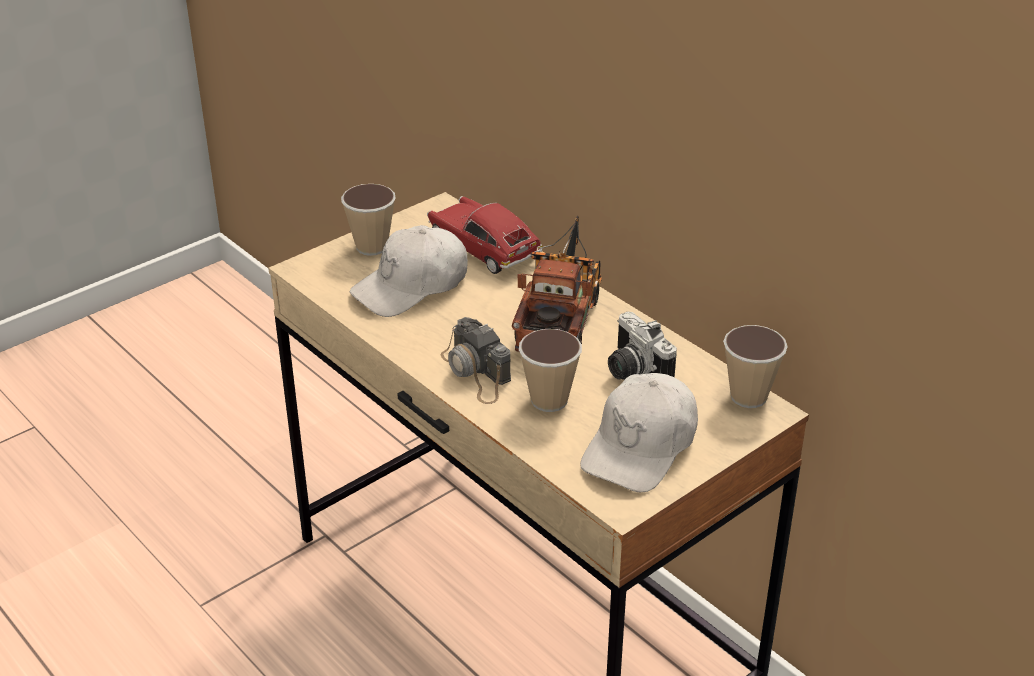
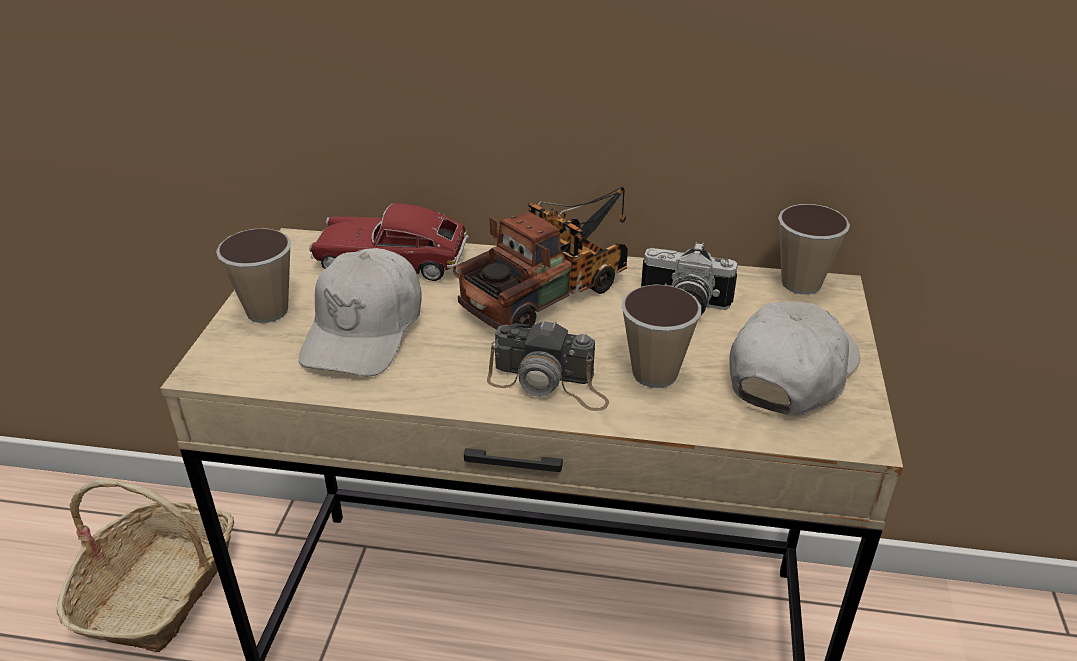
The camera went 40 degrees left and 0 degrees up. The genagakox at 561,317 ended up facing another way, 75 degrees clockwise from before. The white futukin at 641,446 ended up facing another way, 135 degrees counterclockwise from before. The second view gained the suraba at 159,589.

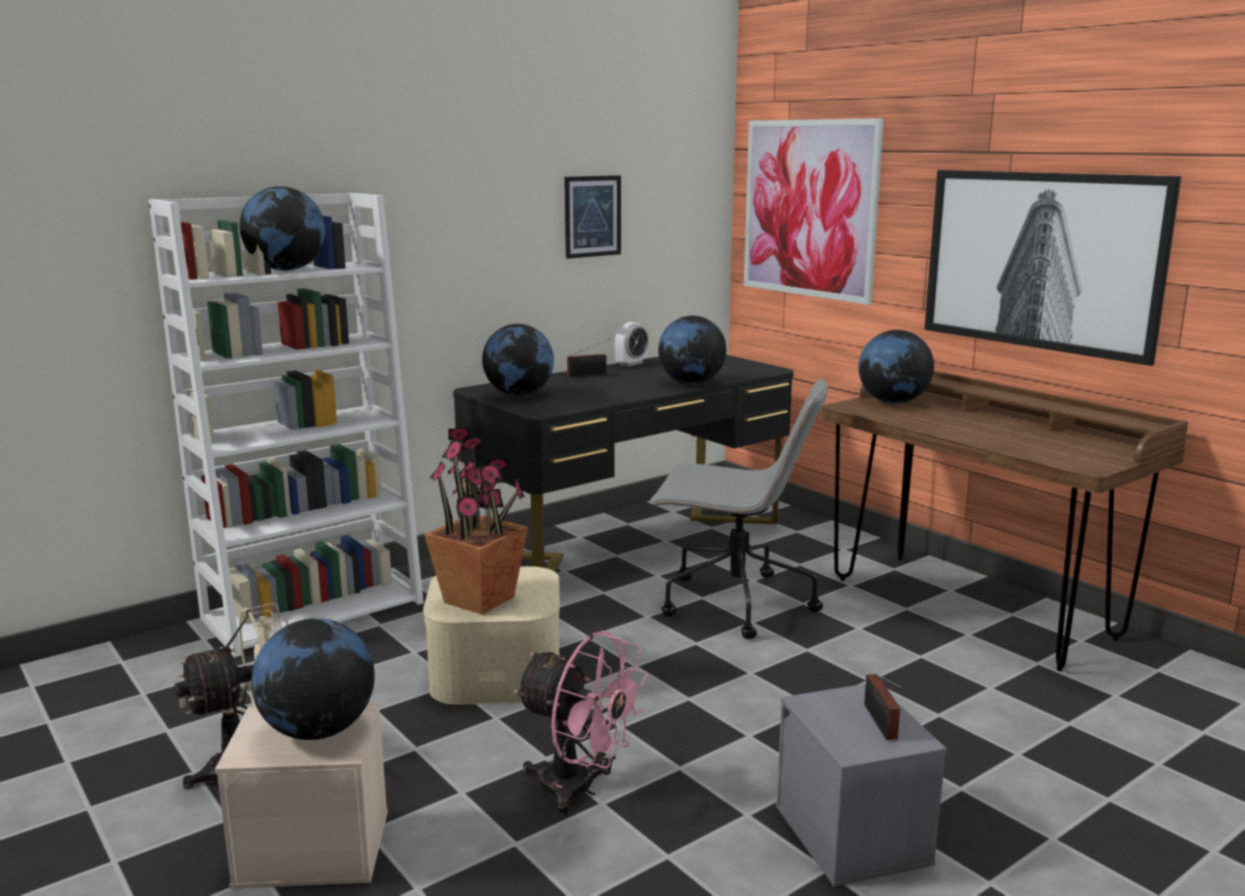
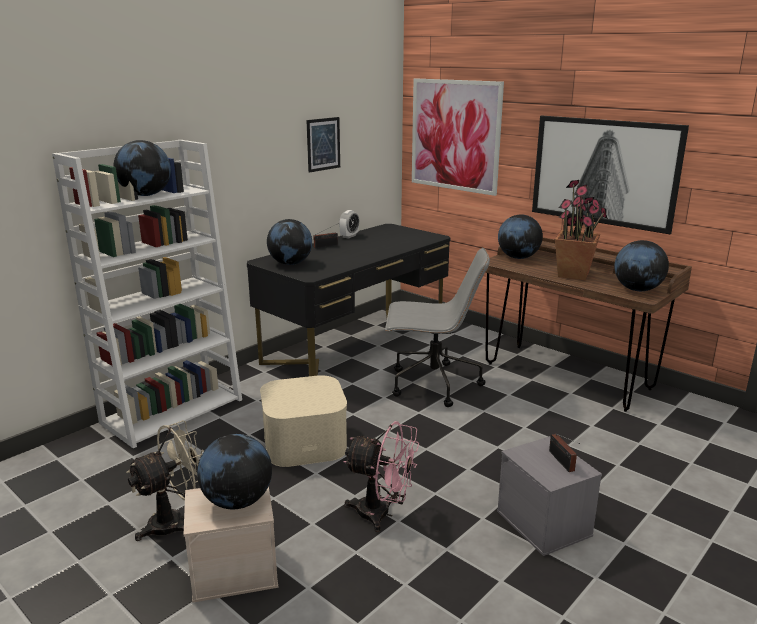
The camera went 10 degrees left and 5 degrees up. The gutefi ended up elsewhere, having gone from 480,600 to 574,274. The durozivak ended up elsewhere, having gone from 691,383 to 637,289.

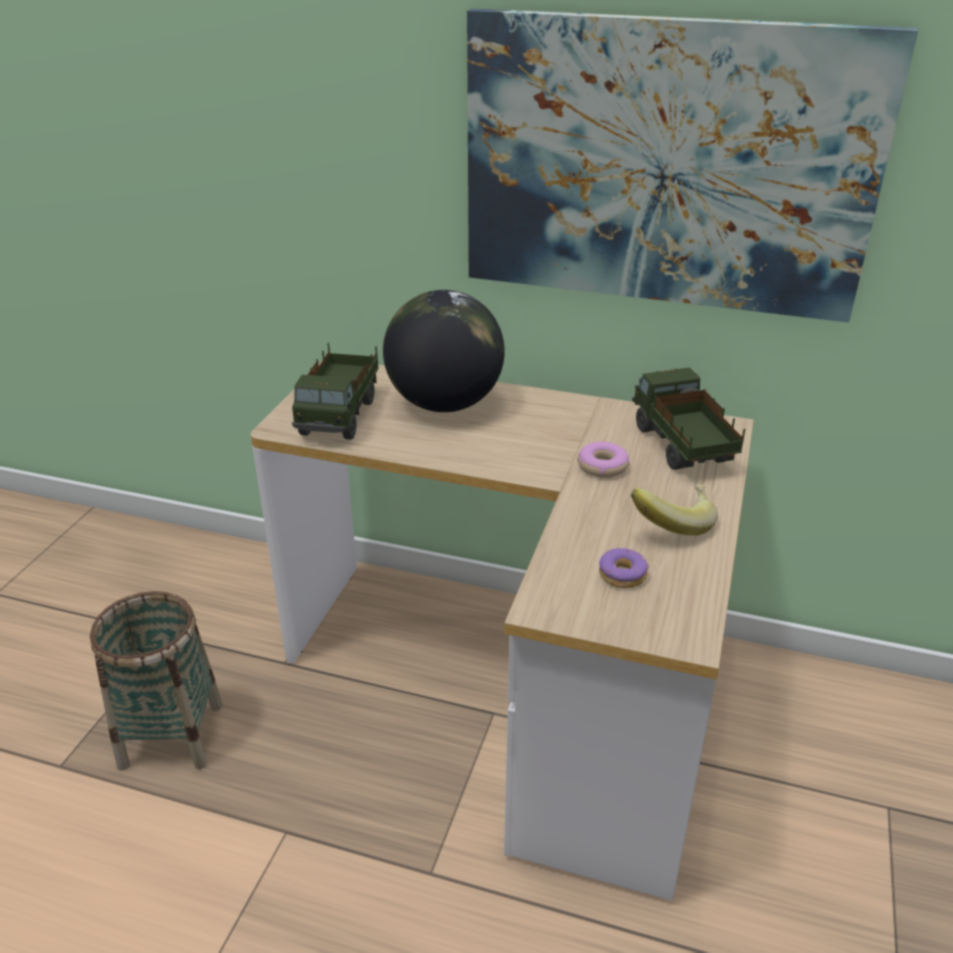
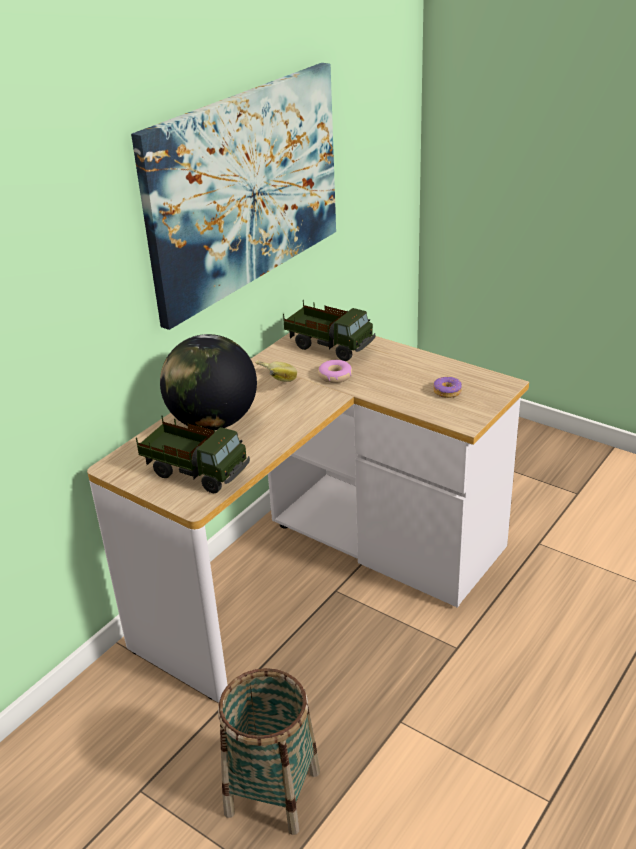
The camera went 70 degrees left and 0 degrees up. The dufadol ended up elsewhere, having gone from 672,522 to 272,384. The genagakox at 680,447 ended up facing another way, 150 degrees counterclockwise from before.

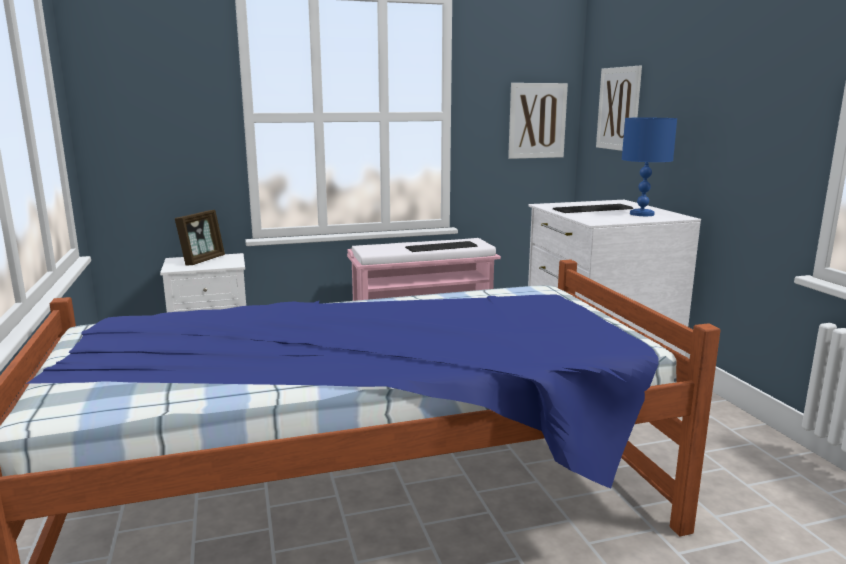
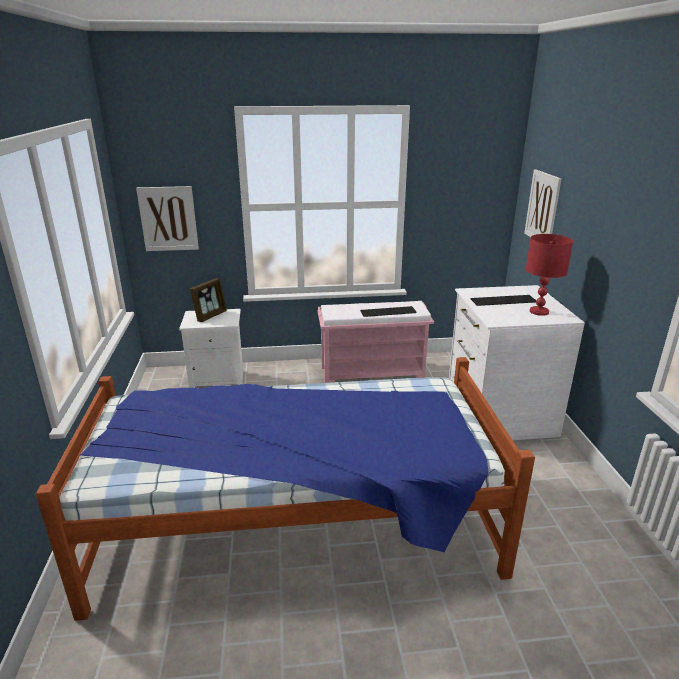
The camera went 10 degrees right and 10 degrees up. The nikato ended up elsewhere, having gone from 537,121 to 168,219. What was the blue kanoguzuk at 641,214 turned into the red kanoguzuk at 539,311.

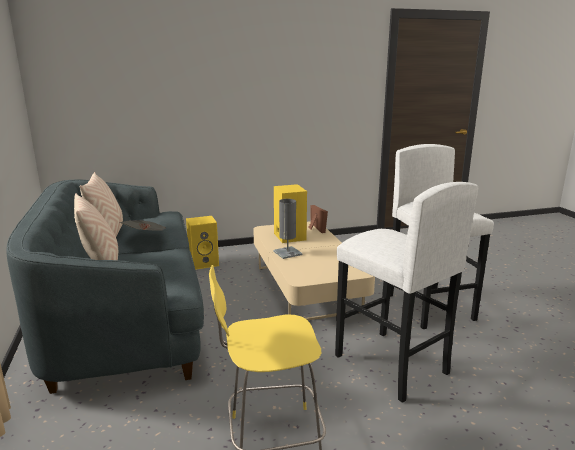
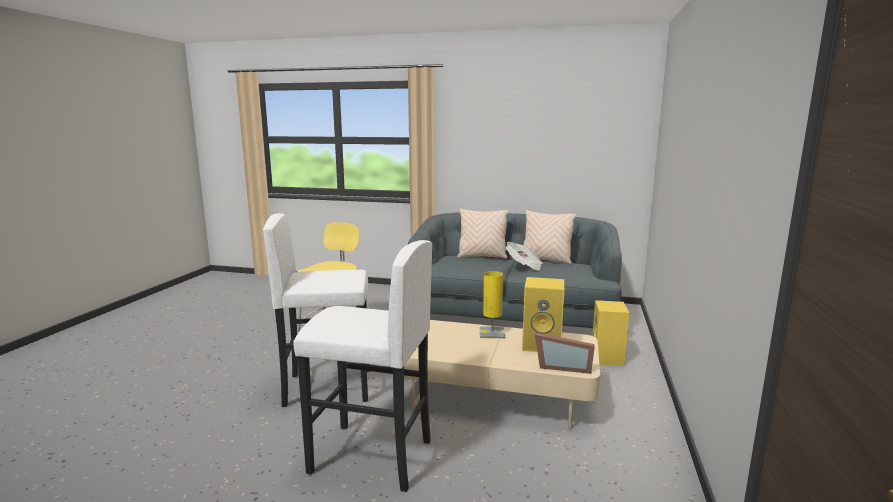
The camera went 120 degrees right and 5 degrees down. What was the grey kanoguzuk at 287,253 turned into the yellow kanoguzuk at 492,333.

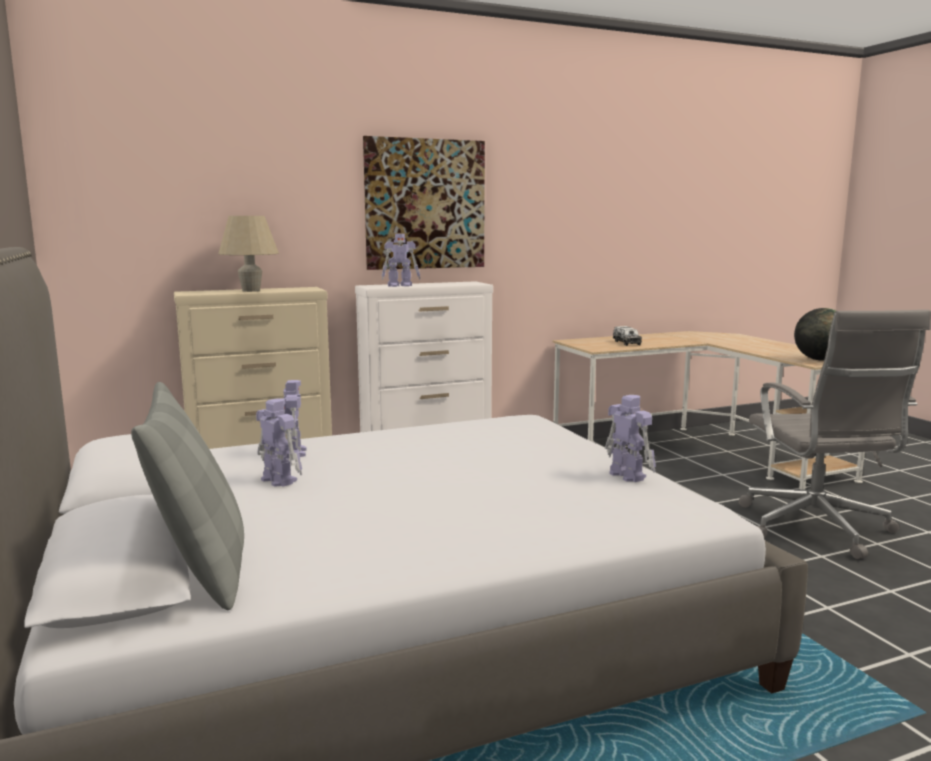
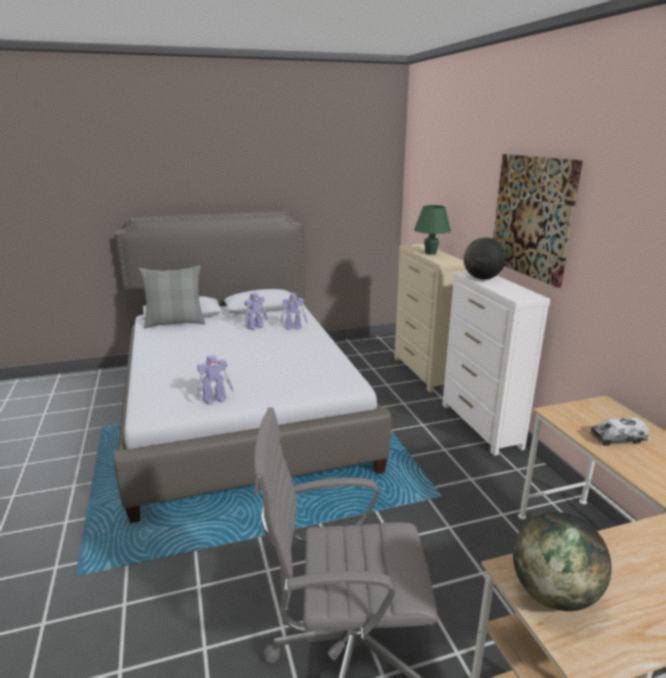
The camera went 95 degrees right and 10 degrees up. What was the beige kanoguzuk at 251,290 turned into the green kanoguzuk at 430,253. Where the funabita stood at 400,285, the durozivak came to stand at 482,278.

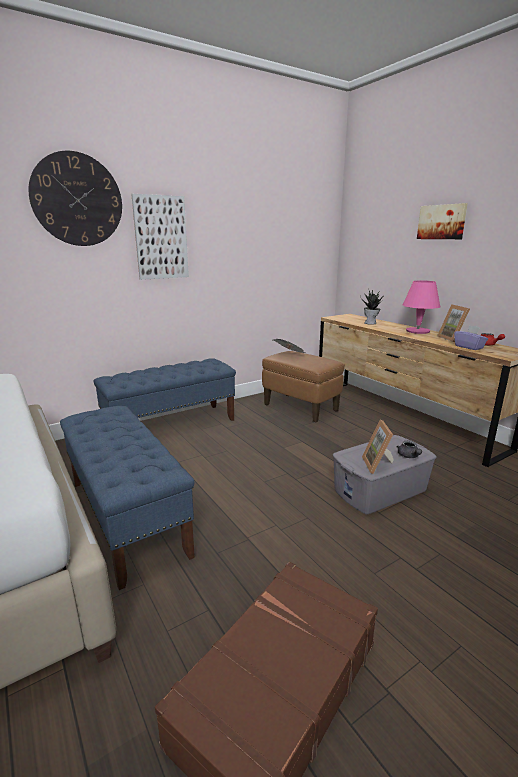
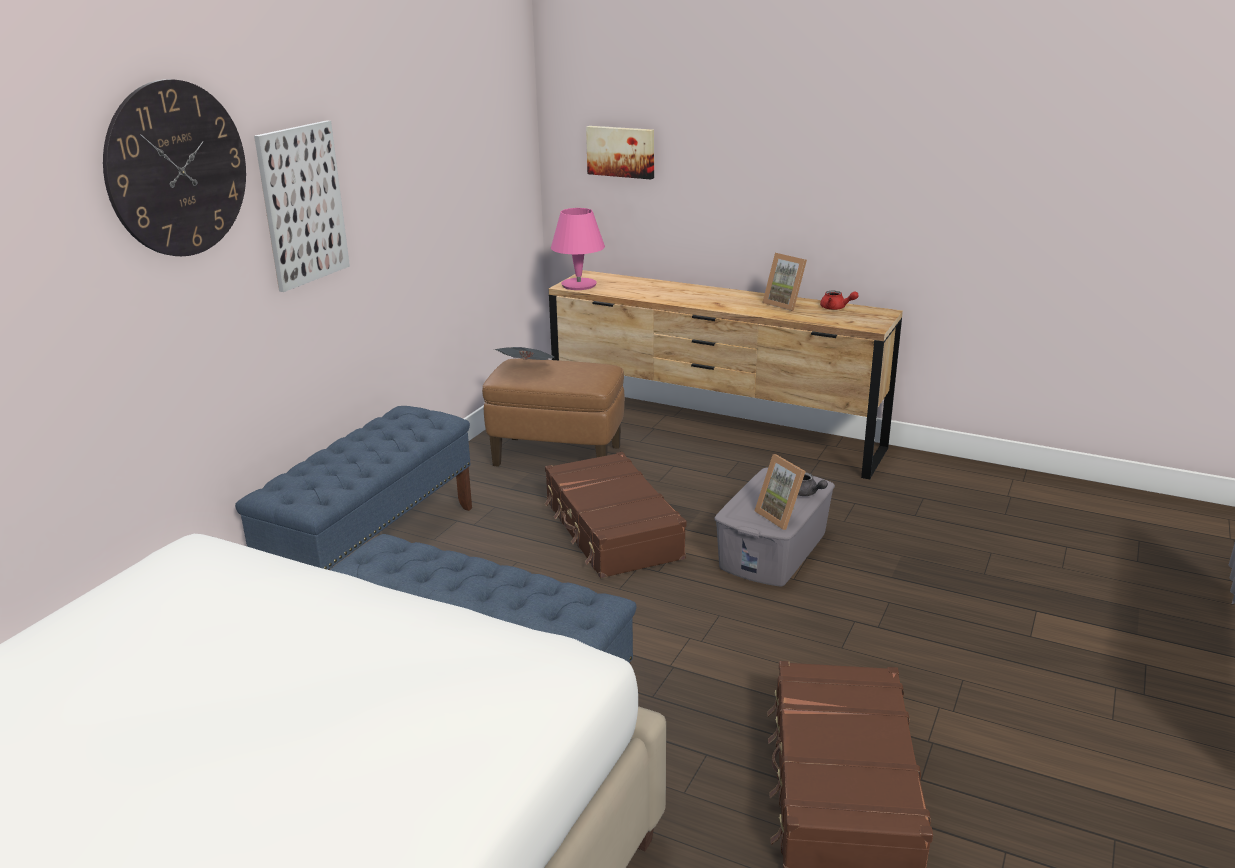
The camera went 30 degrees left and 5 degrees up. The second view lost the gutefi at 370,323. The pink kanoguzuk ended up elsewhere, having gone from 417,331 to 578,285. The nikato ended up elsewhere, having gone from 442,222 to 621,151. The second view lost the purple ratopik at 469,347. The second view gained the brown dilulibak at 611,530.

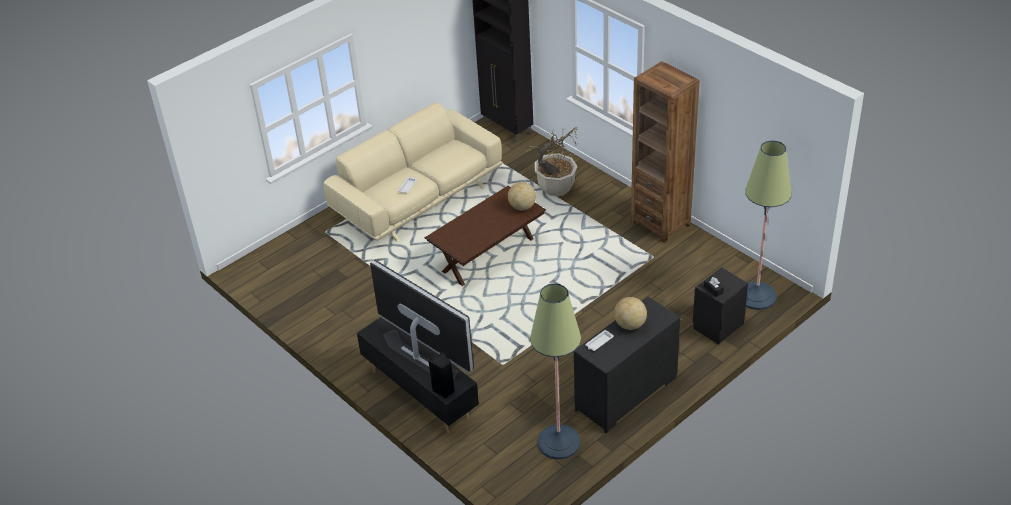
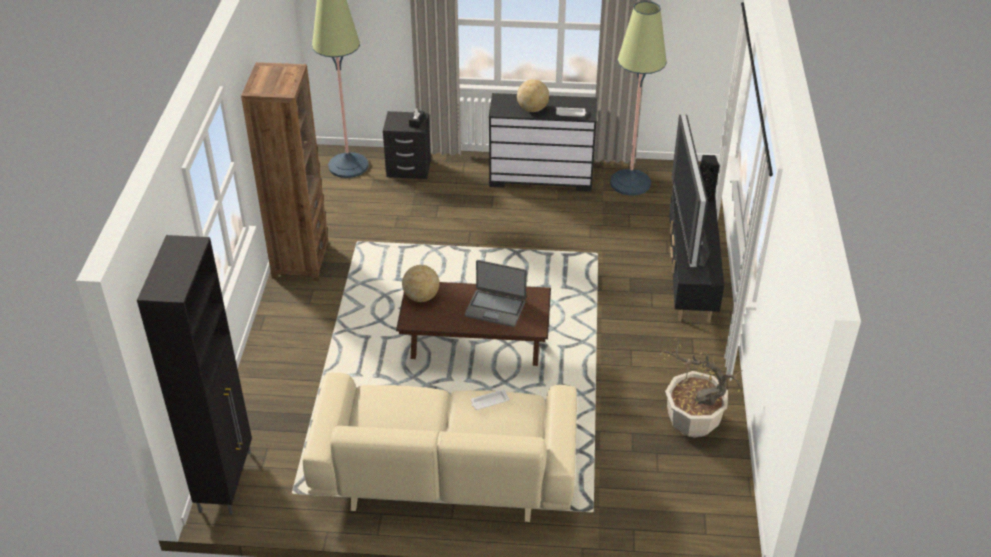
The camera went 135 degrees left and 0 degrees up. The gutefi ended up elsewhere, having gone from 556,188 to 692,422. The second view gained the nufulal at 495,308.

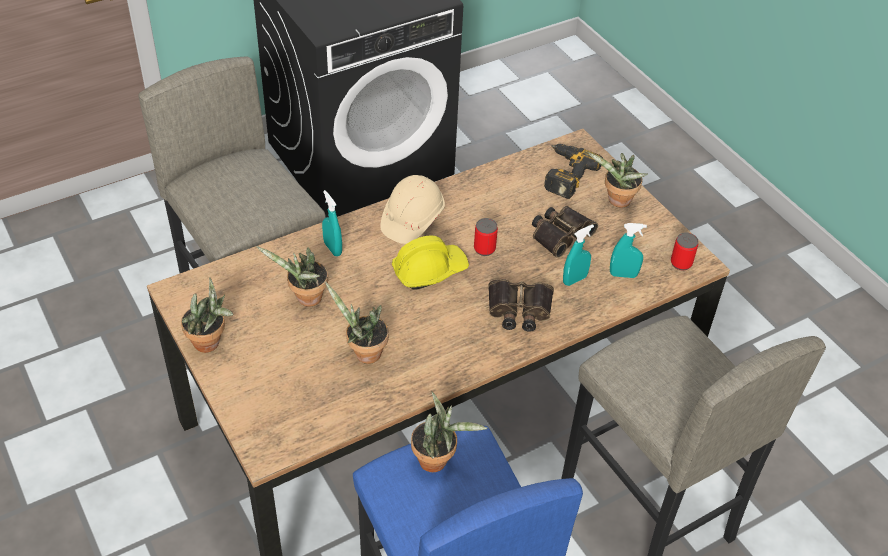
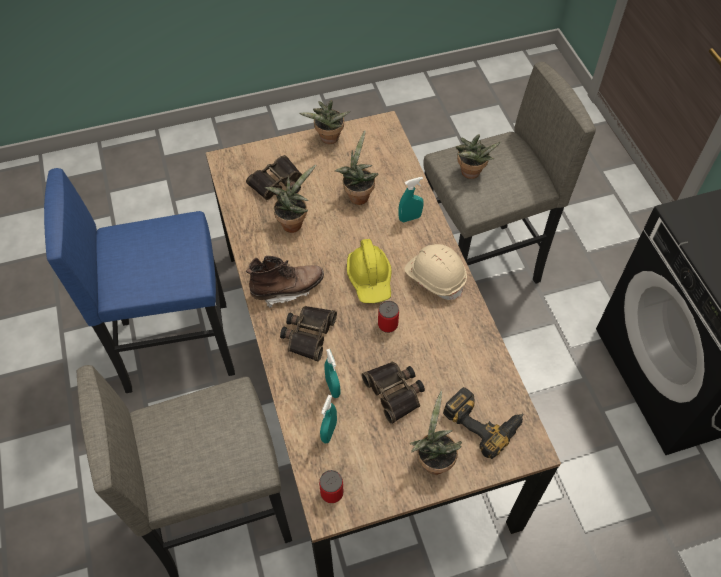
The camera went 105 degrees right and 10 degrees up. The gutefi ended up elsewhere, having gone from 437,460 to 470,174. The second view gained the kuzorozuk at 278,185. The second view gained the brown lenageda at 287,289.

